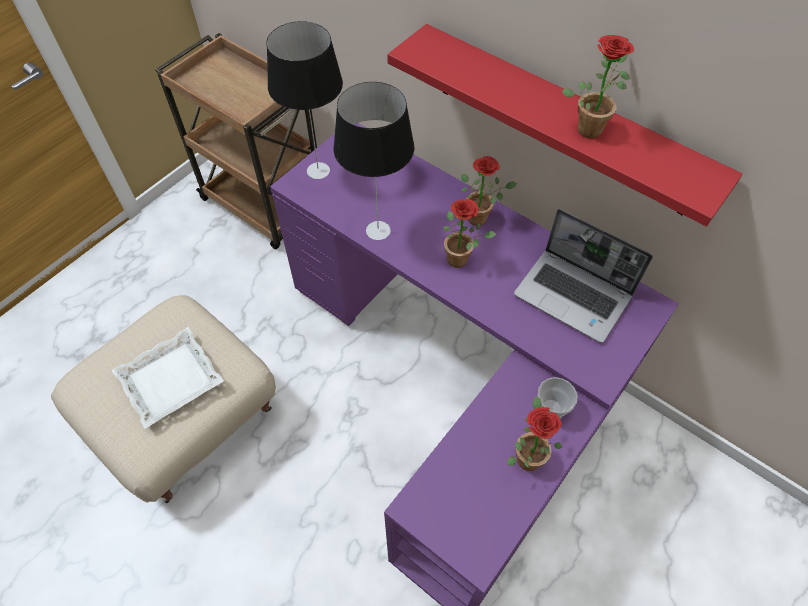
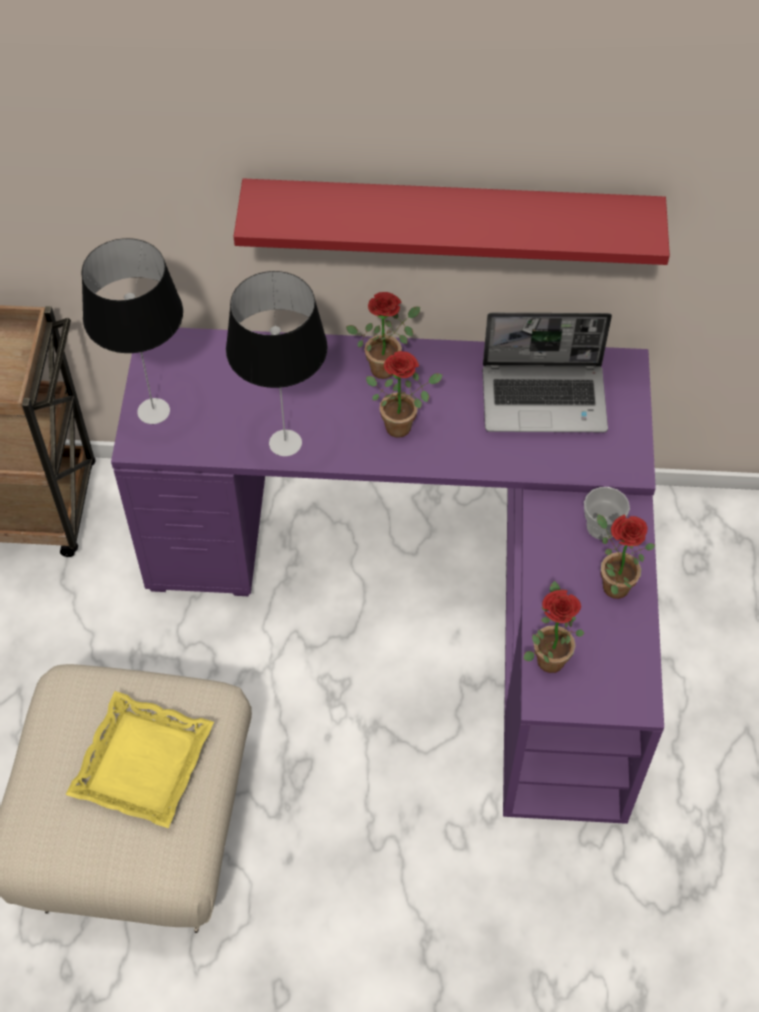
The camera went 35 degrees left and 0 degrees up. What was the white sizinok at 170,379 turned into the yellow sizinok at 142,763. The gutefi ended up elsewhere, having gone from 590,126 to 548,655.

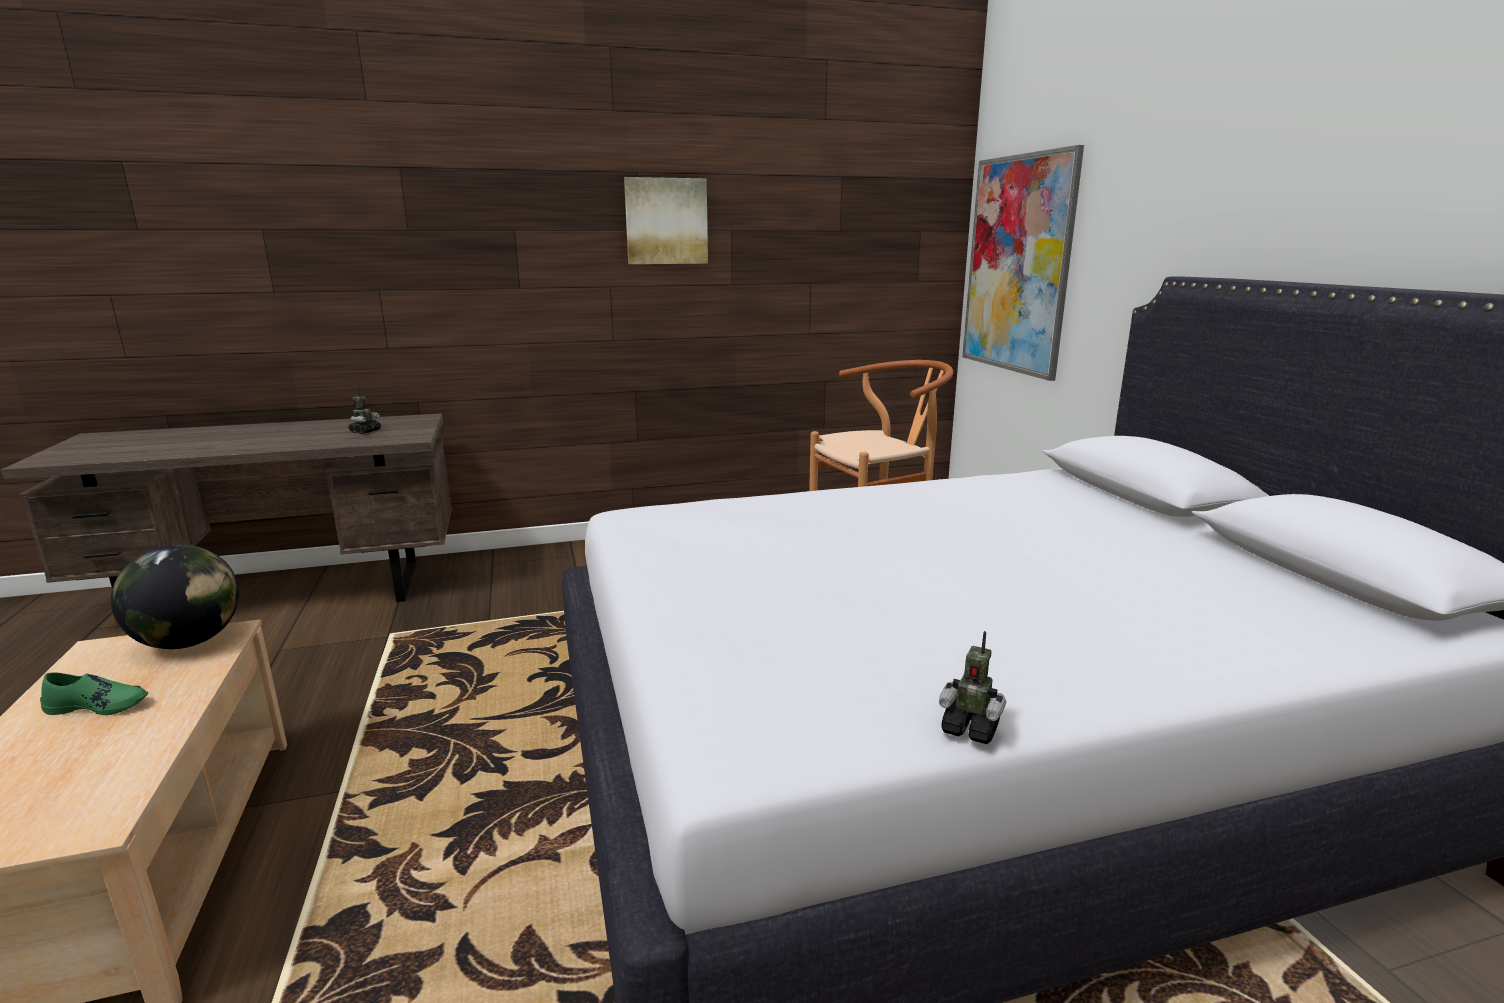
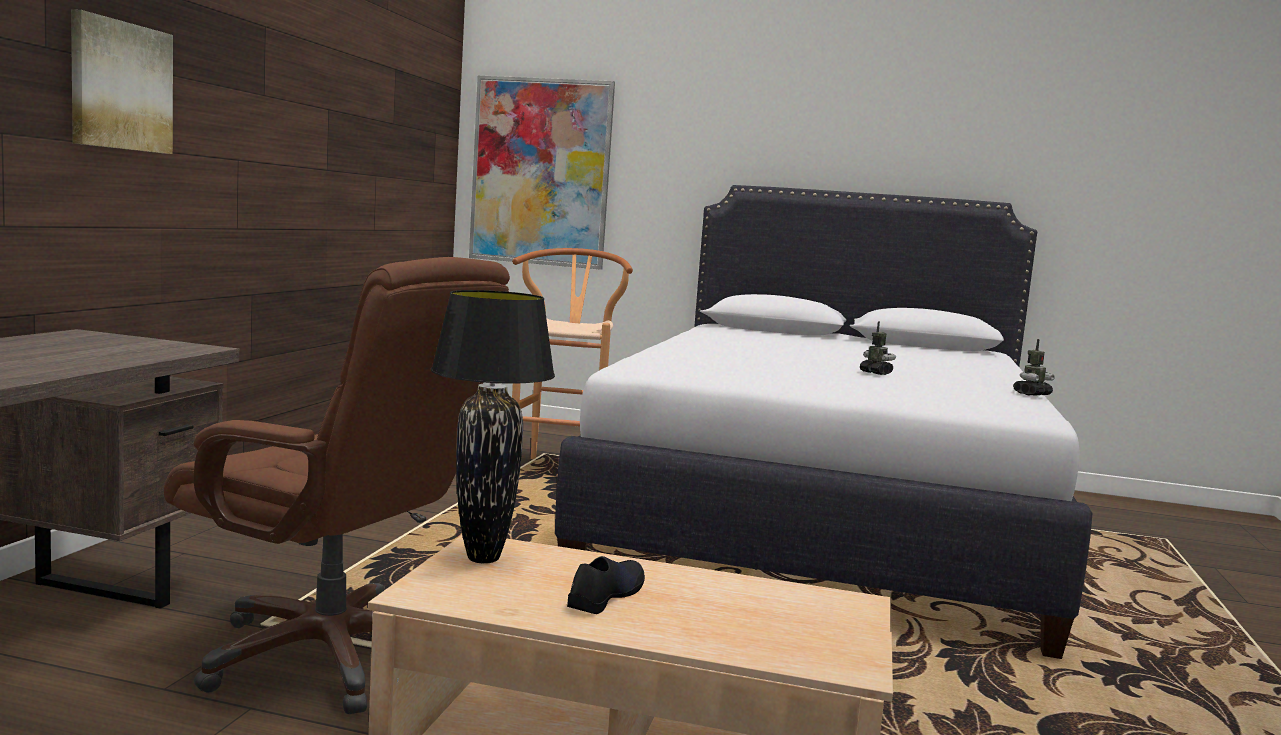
The camera went 60 degrees left and 10 degrees down. What was the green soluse at 99,706 turned into the black soluse at 605,596. Where the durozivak stood at 189,642, the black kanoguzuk came to stand at 484,558. The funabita ended up elsewhere, having gone from 365,431 to 875,373. The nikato ended up elsewhere, having gone from 666,221 to 120,86. The second view gained the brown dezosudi at 332,656.

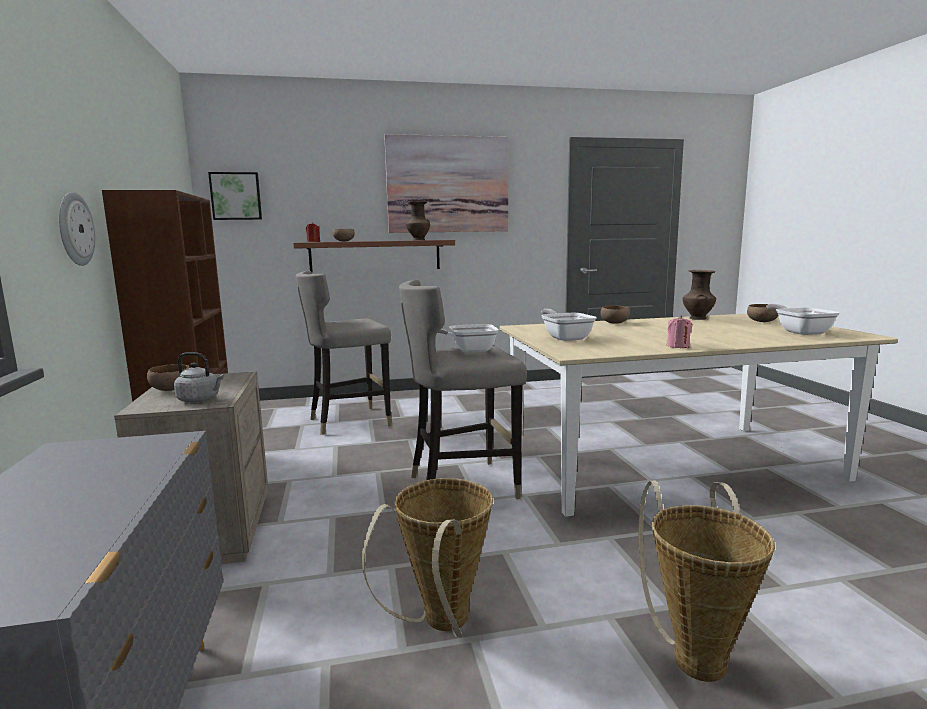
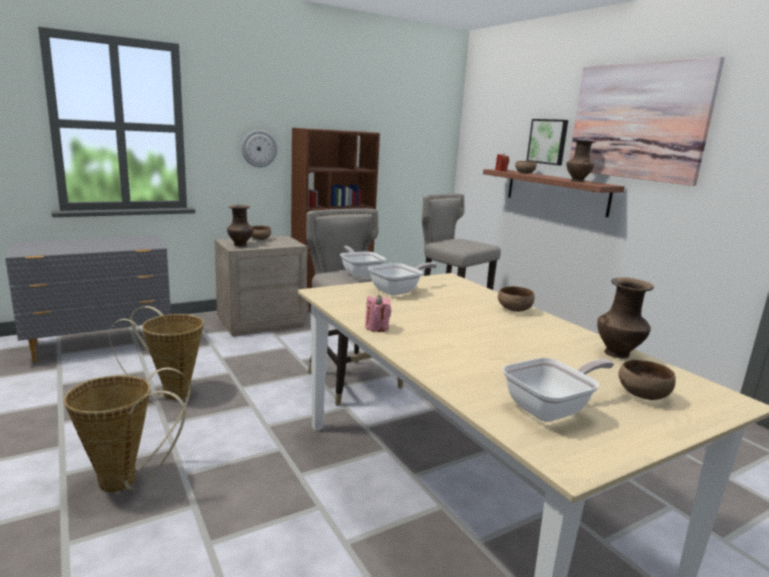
The camera went 70 degrees right and 5 degrees up. Where the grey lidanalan stood at 200,400, the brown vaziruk came to stand at 241,245. The nikato ended up elsewhere, having gone from 236,196 to 548,141.

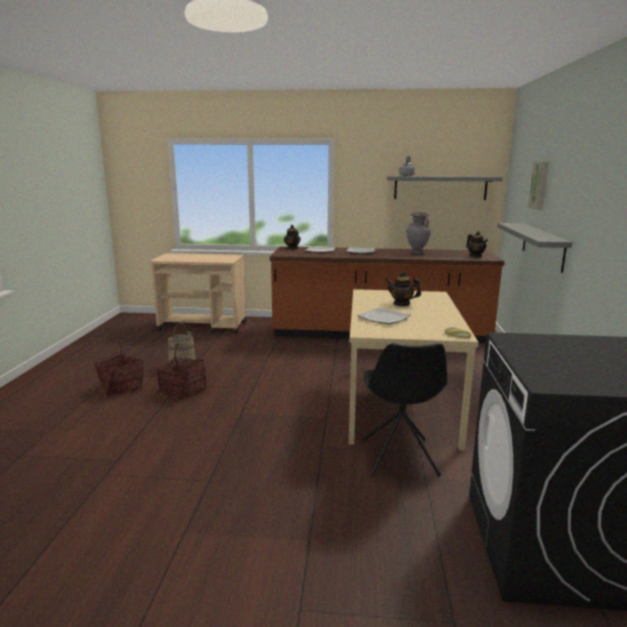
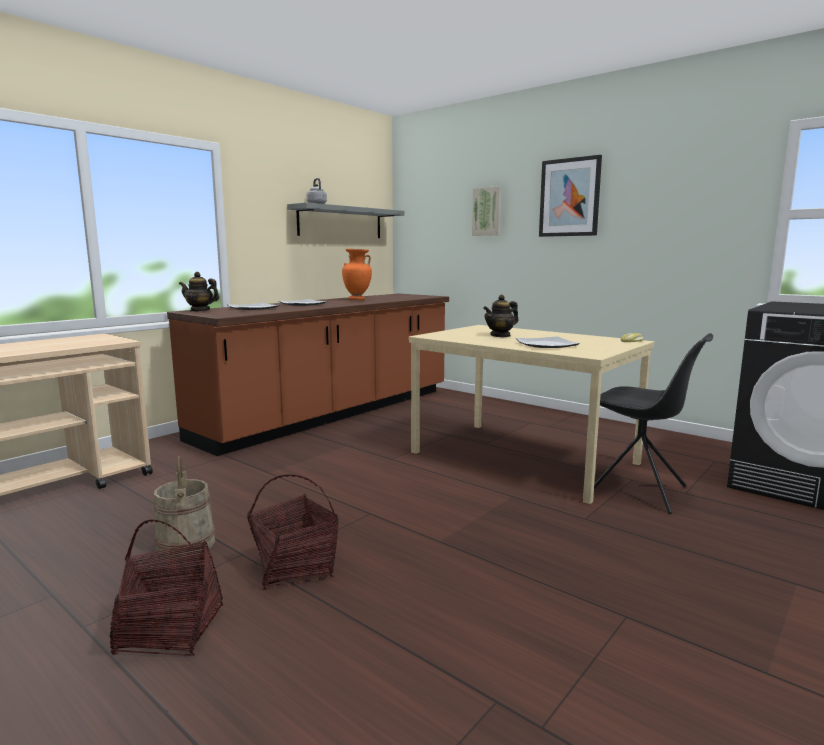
The camera went 55 degrees left and 5 degrees down. What was the grey vaziruk at 416,252 turned into the orange vaziruk at 357,299. The second view lost the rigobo at 475,256. The second view lost the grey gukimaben at 542,246. The second view gained the nikato at 569,197.

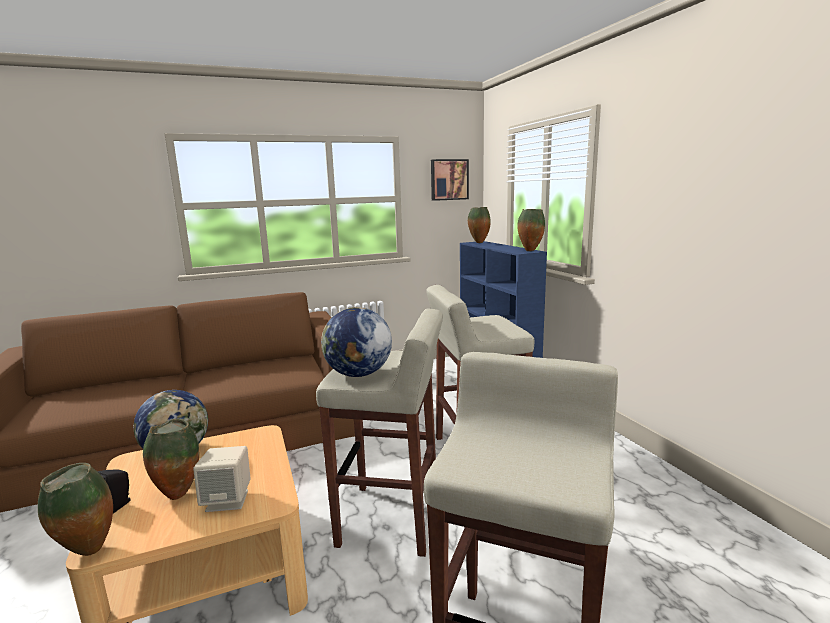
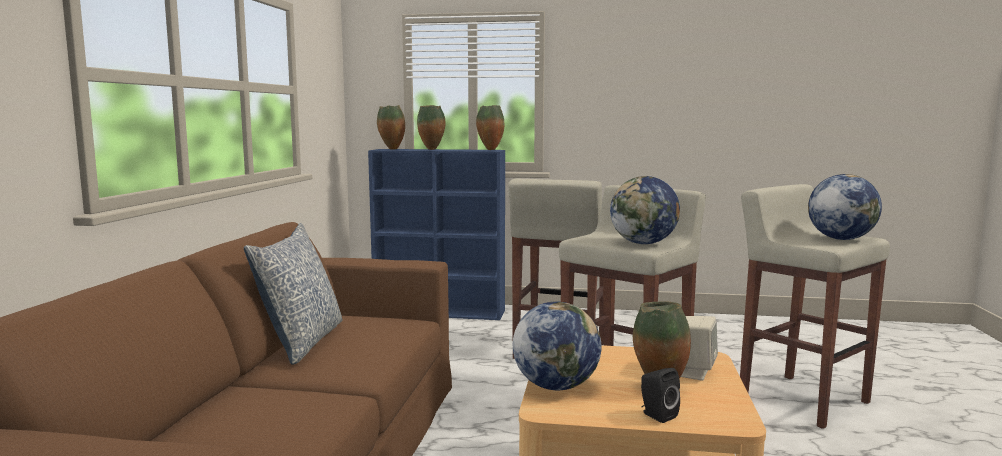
The camera went 60 degrees left and 5 degrees down. The vaziruk ended up elsewhere, having gone from 87,552 to 432,149. The second view lost the nikato at 449,180. The second view gained the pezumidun at 302,342. The second view gained the durozivak at 841,239.

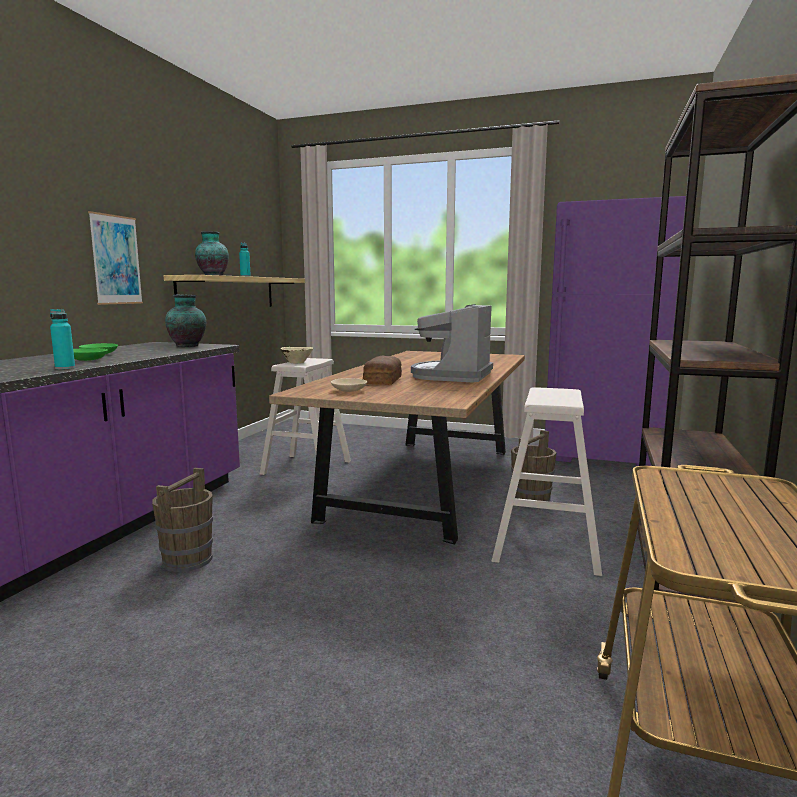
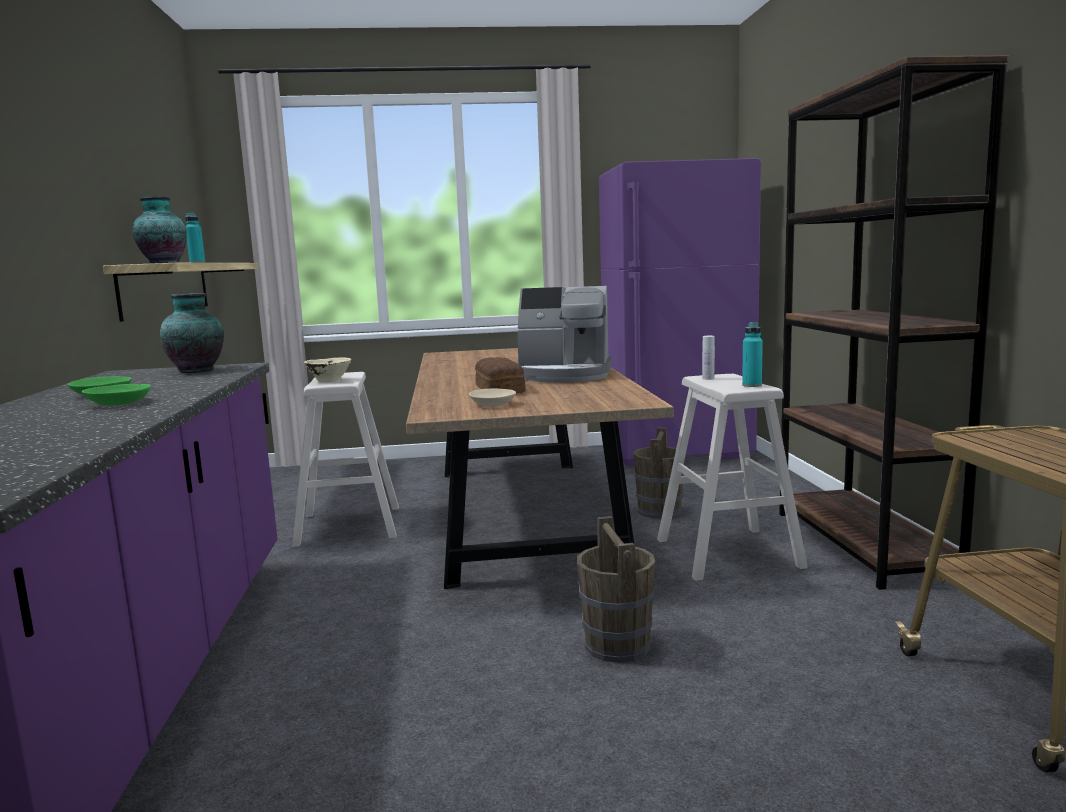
The camera went 25 degrees left and 0 degrees up. The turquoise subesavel ended up elsewhere, having gone from 65,368 to 752,385. The second view lost the nikato at 116,260. The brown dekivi ended up elsewhere, having gone from 188,560 to 617,645. The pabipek at 452,376 ended up facing another way, 75 degrees counterclockwise from before. The second view gained the white subesavel at 708,378.

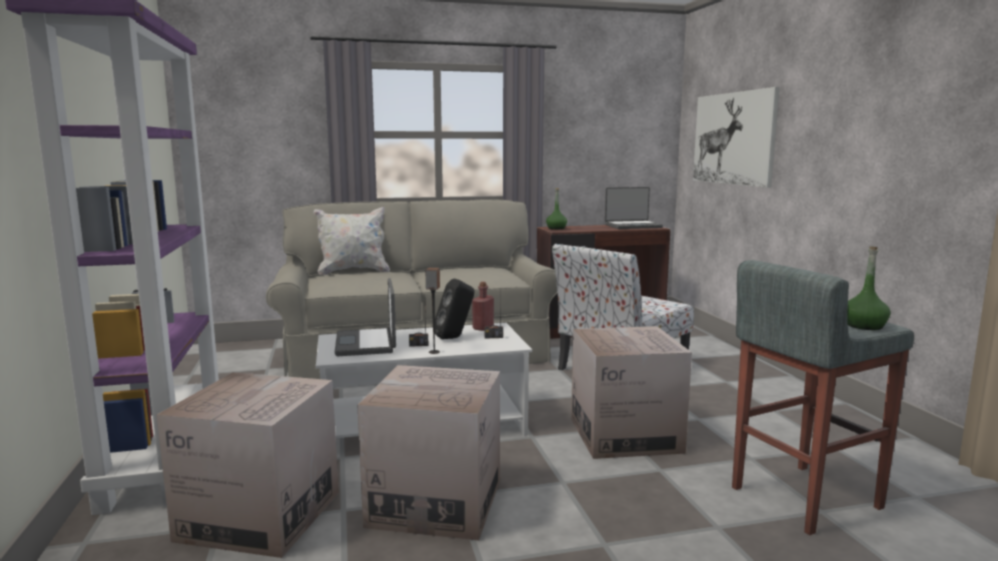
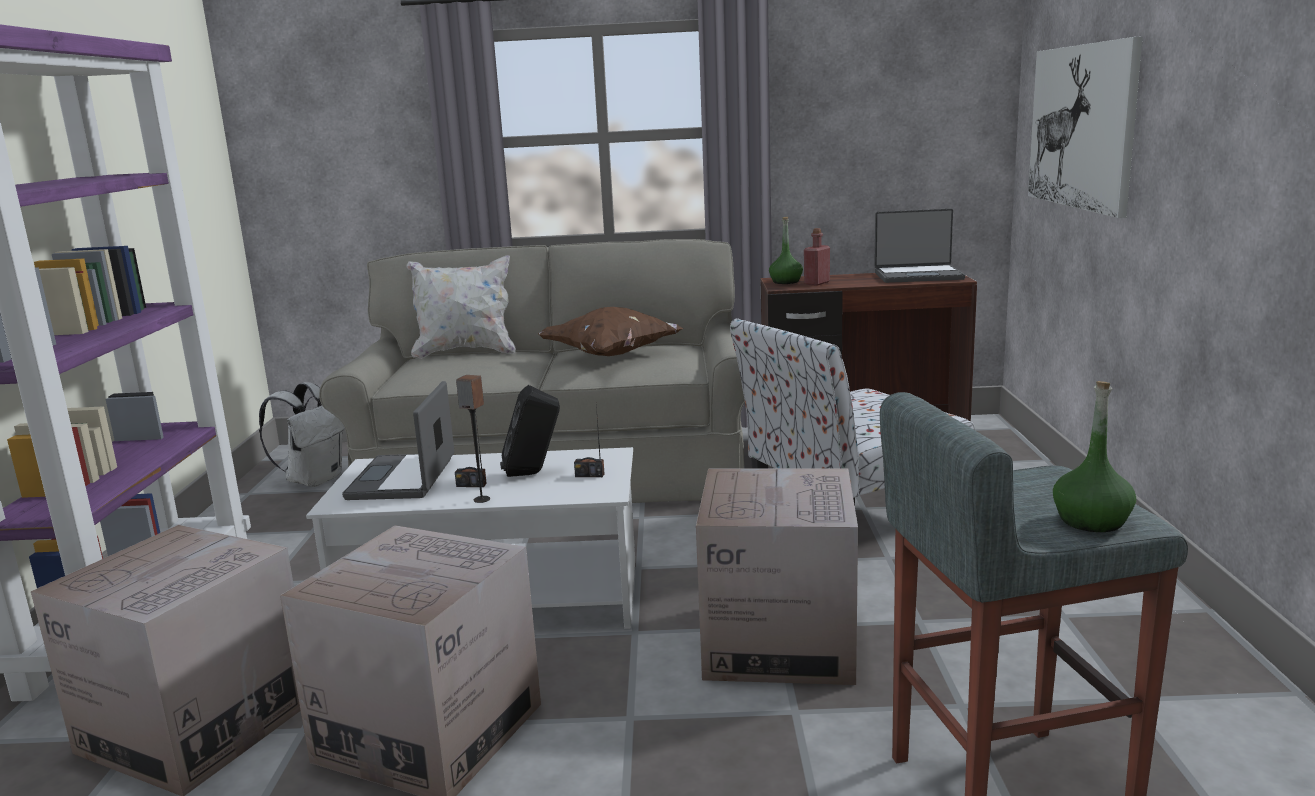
The camera went 15 degrees right and 5 degrees up. The red subesavel ended up elsewhere, having gone from 483,328 to 817,283. The second view gained the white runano at 315,479. The second view gained the brown pezumidun at 612,355.

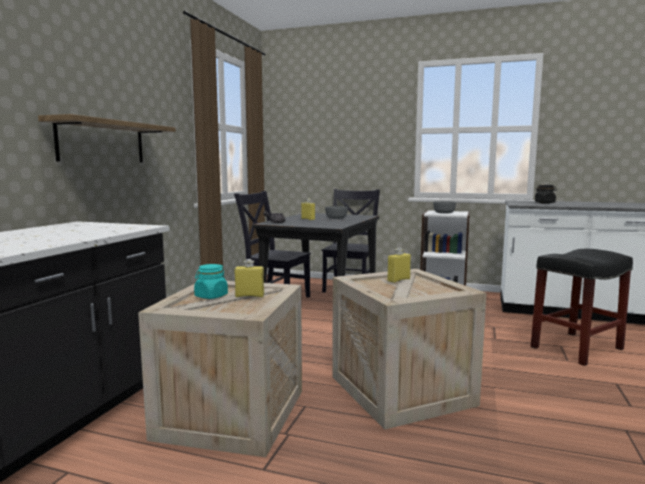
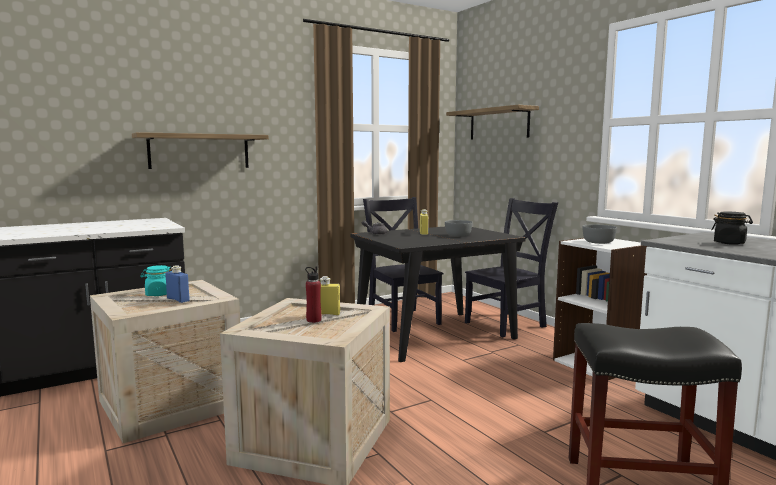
The camera went 40 degrees right and 0 degrees up. What was the yellow subesavel at 249,296 turned into the blue subesavel at 178,299. The second view gained the red subesavel at 313,320. The second view gained the gukimaben at 499,124.

